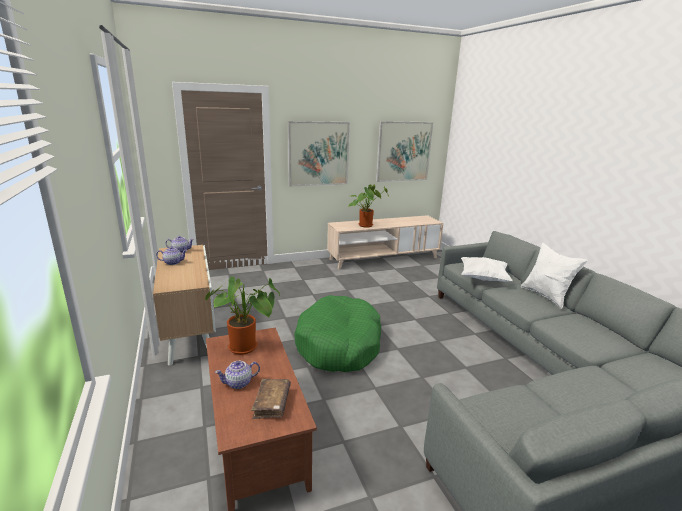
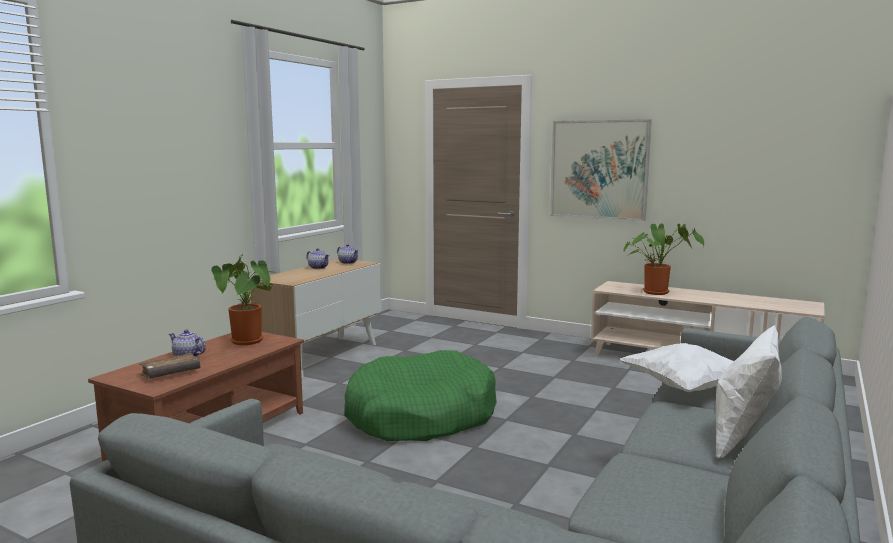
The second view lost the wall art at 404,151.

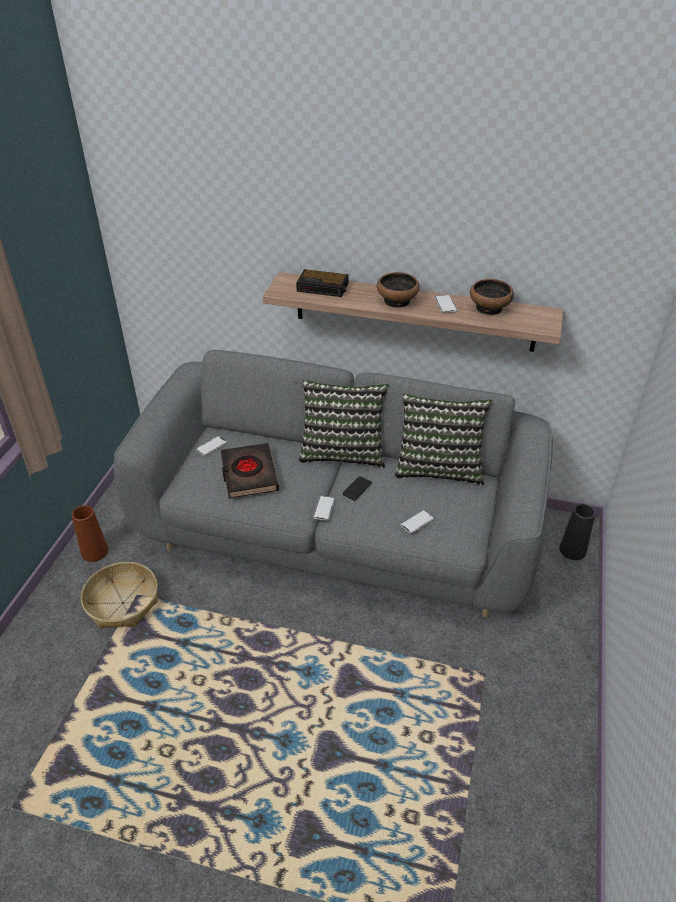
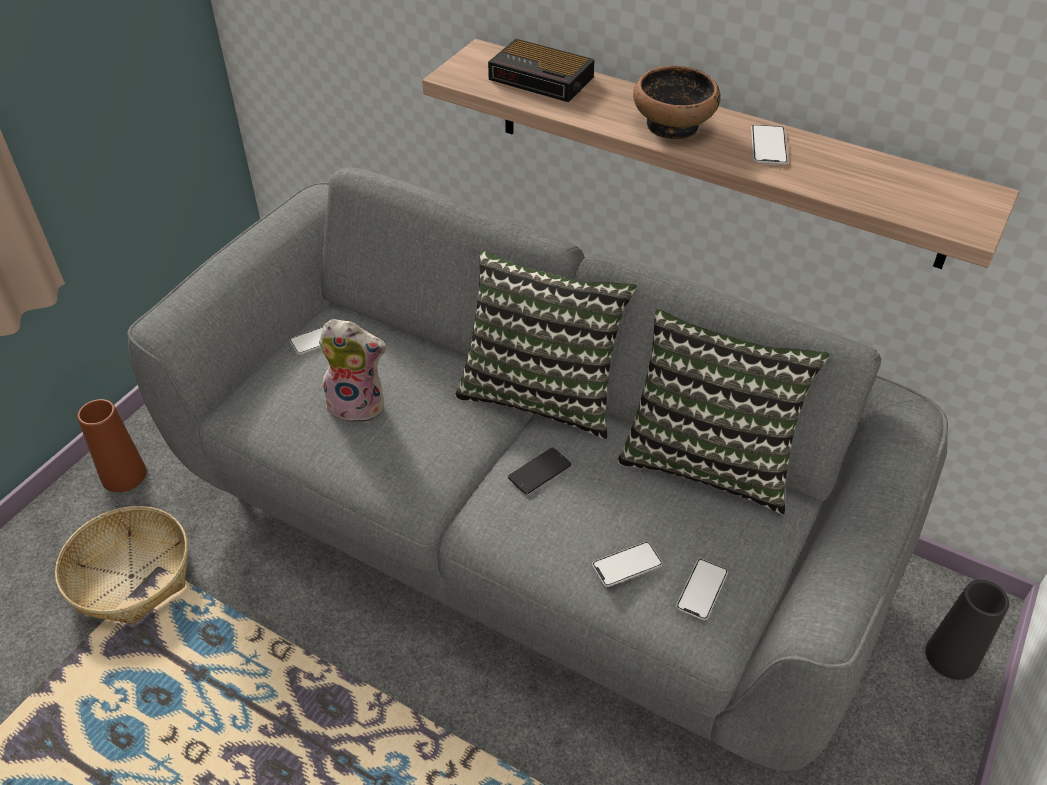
The second view lost the serving bowl at 492,297.
The handset ended up elsewhere, having gone from 324,508 to 702,590.
Where the black book stood at 250,470, the cuddly toy came to stand at 352,371.

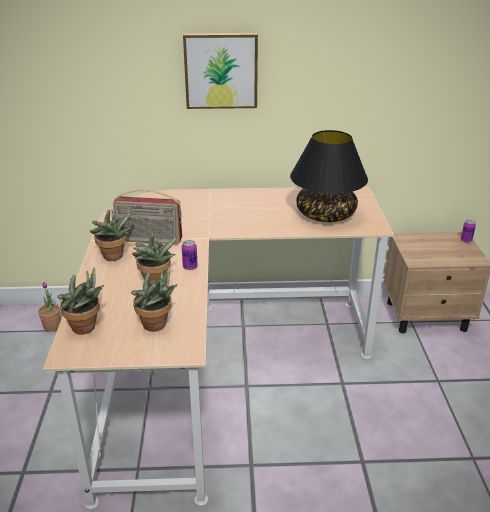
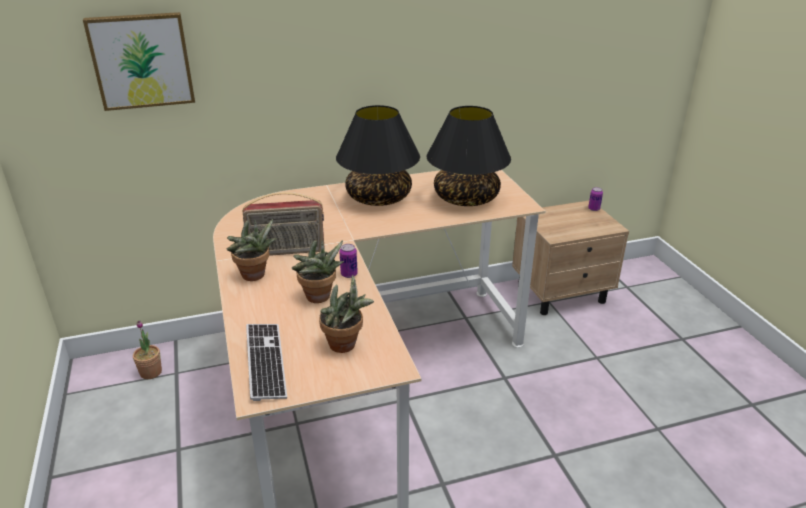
The second view gained the black table lamp at 378,155.
The wall art ended up elsewhere, having gone from 220,71 to 139,61.
Where the houseplant stood at 80,301, the PC keyboard came to stand at 266,362.

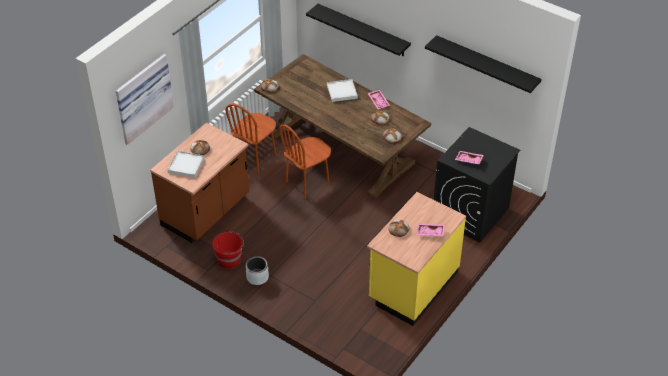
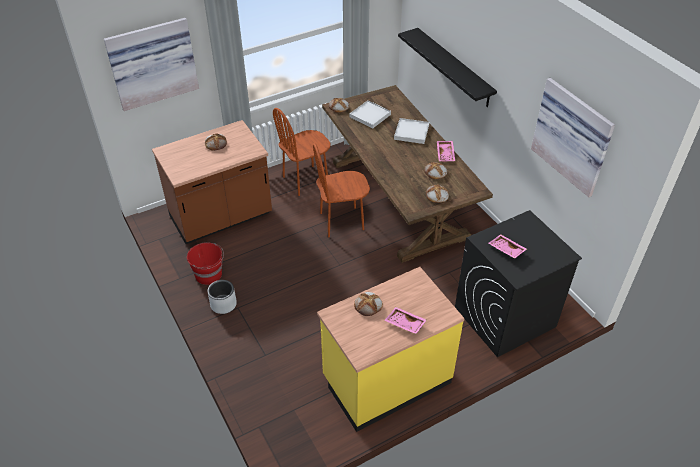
The white-coloured serving tray ended up elsewhere, having gone from 186,164 to 370,114.
Where the black bracket shelf hung at 483,64, the wall art came to hang at 573,137.

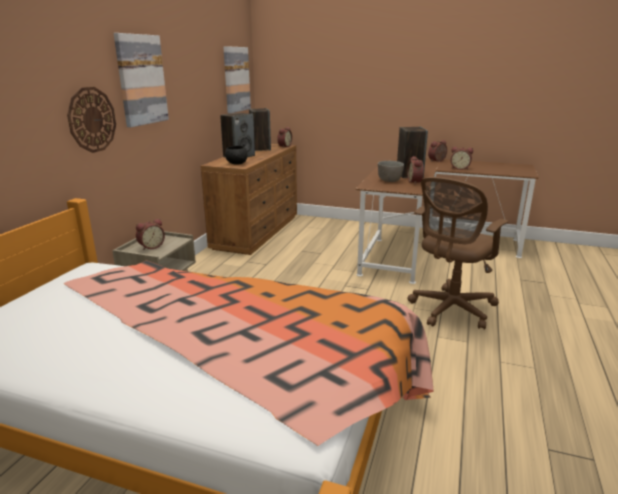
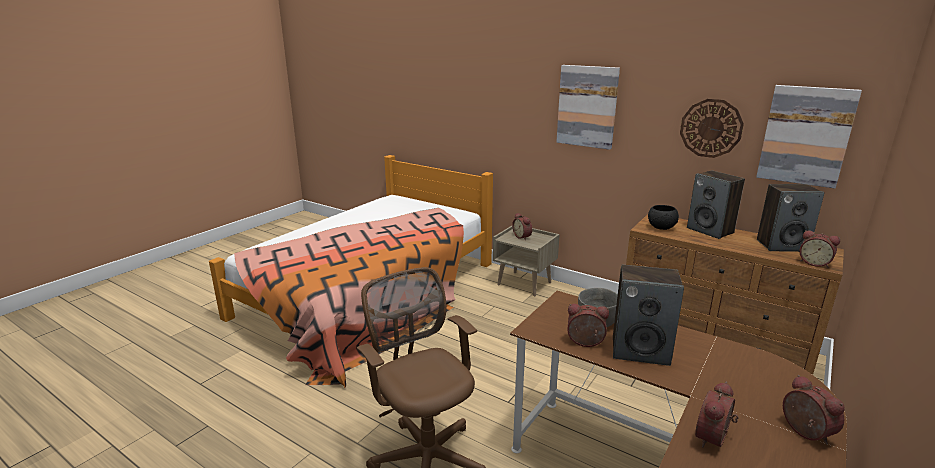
The hanging clock ended up elsewhere, having gone from 91,120 to 712,128.

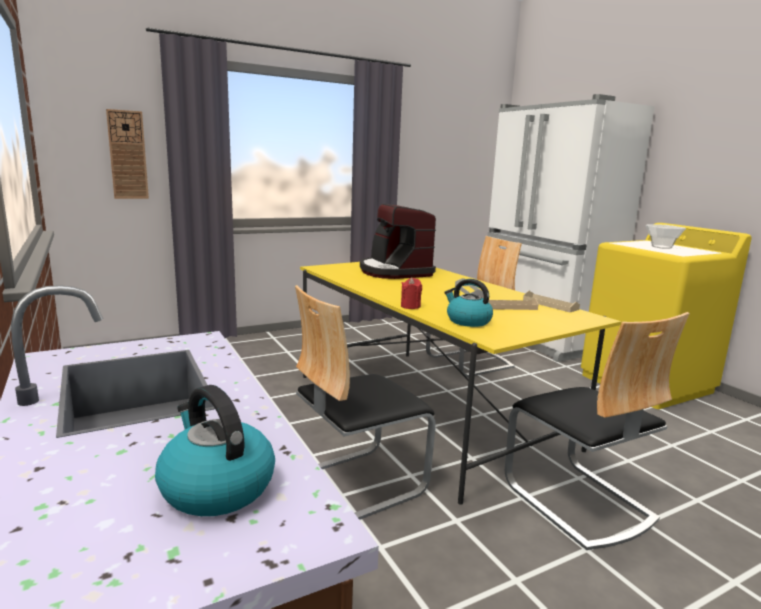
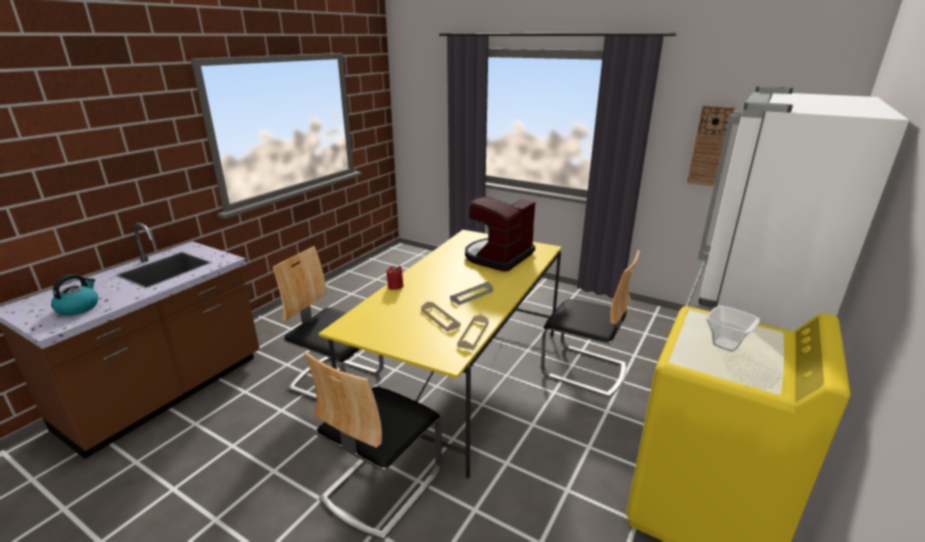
The second view lost the water kettle at 468,303.
The hanging clock ended up elsewhere, having gone from 127,154 to 711,145.

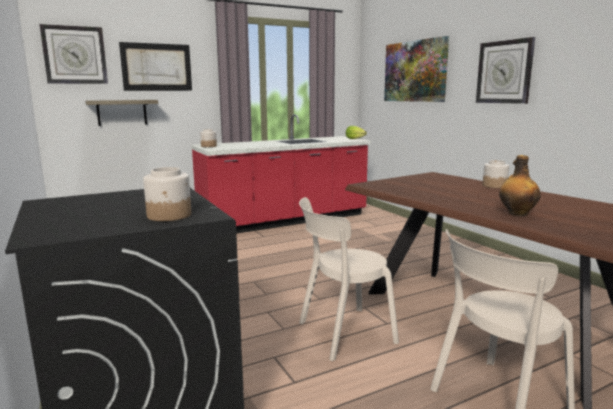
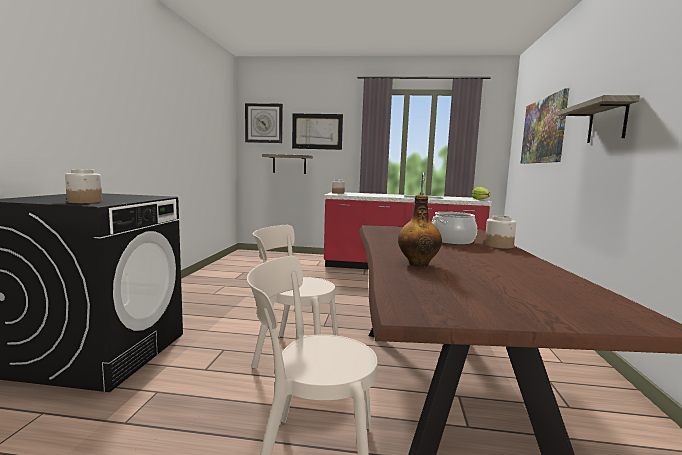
The second view gained the cooking pot at 454,228.
Where the hanging clock hung at 505,70, the bracket shelf came to hang at 599,119.

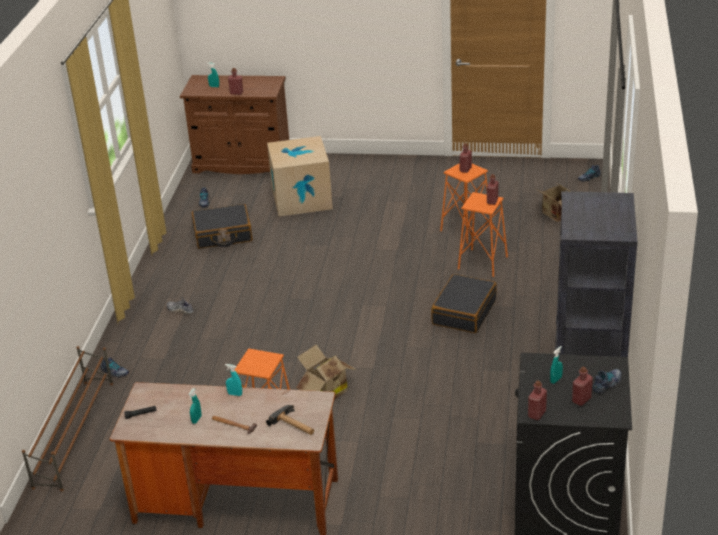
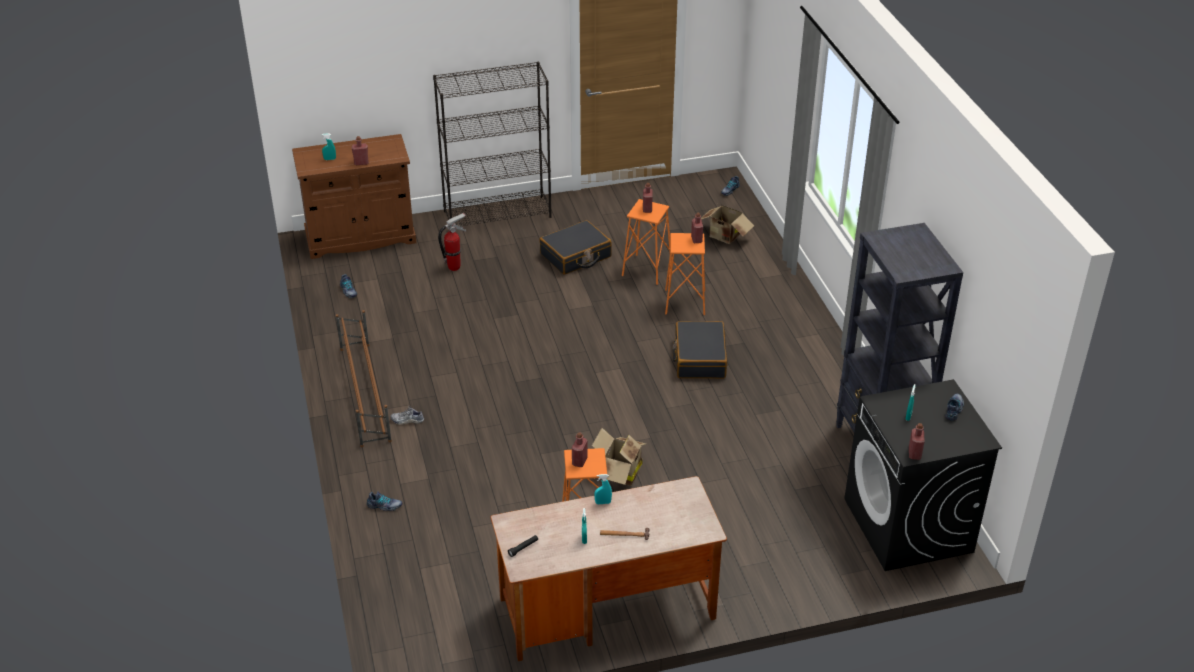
The second view lost the hammer at 290,420.
The second view gained the black shelving unit at 492,144.
The brown shoe stand ended up elsewhere, having gone from 67,418 to 364,378.
The black suitcase ended up elsewhere, having gone from 222,226 to 575,247.
The red-coloured bottle ended up elsewhere, having gone from 582,386 to 580,449.
Where the carton stood at 300,176, the fire extinguisher came to stand at 452,242.

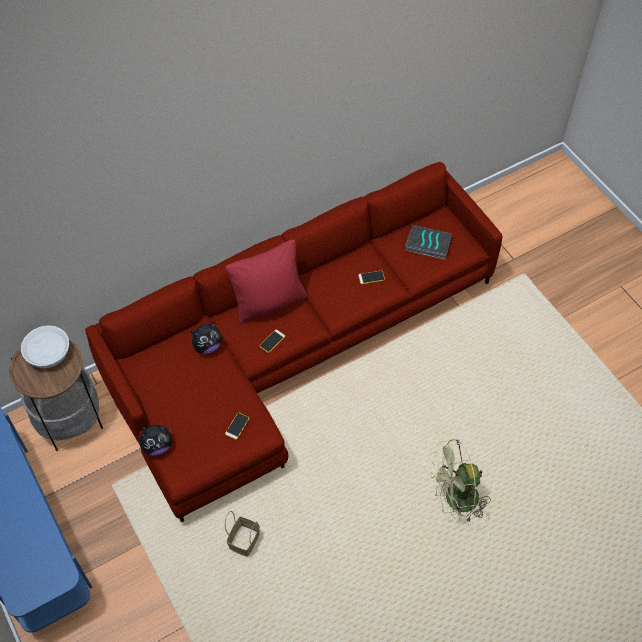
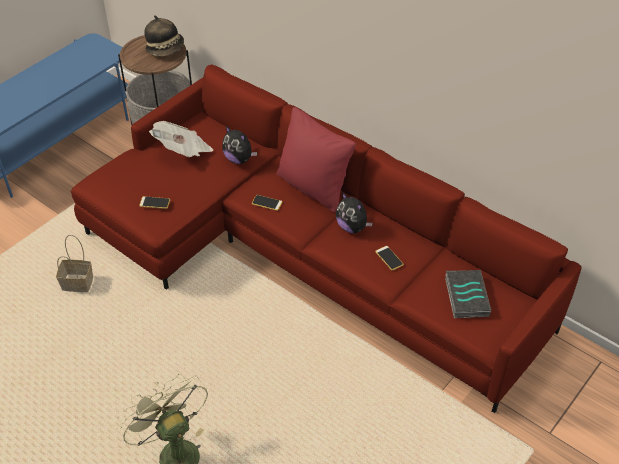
The second view gained the daily paper at 181,139.
The cuddly toy ended up elsewhere, having gone from 156,440 to 354,212.
Where the white-coloured serving bowl stood at 45,346, the wearable hat came to stand at 164,35.

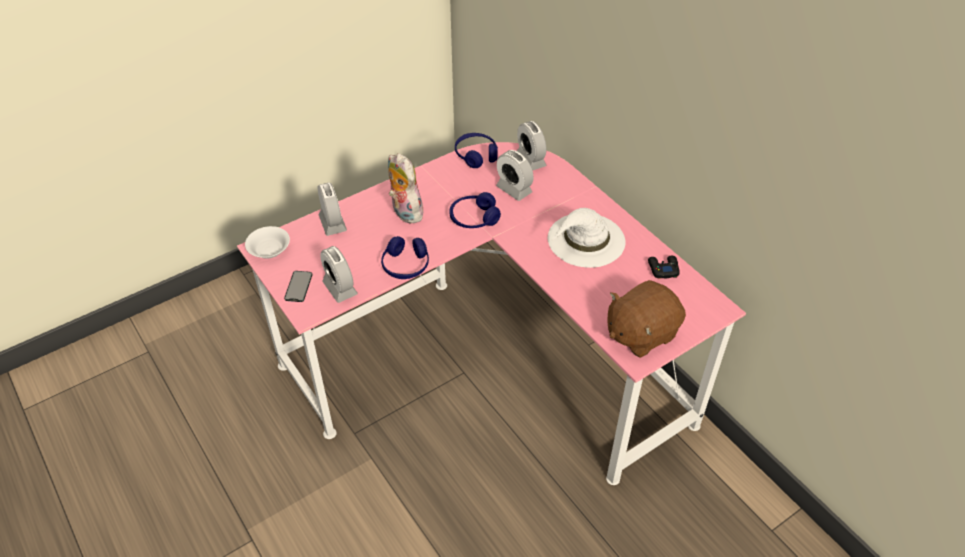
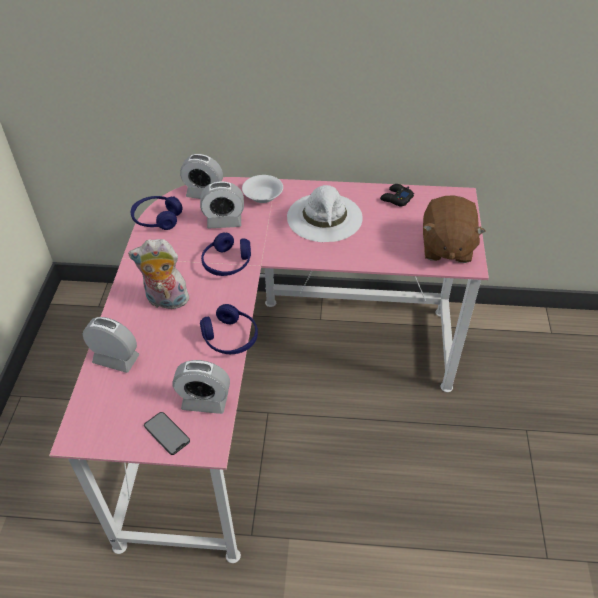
The white-coloured serving bowl ended up elsewhere, having gone from 267,242 to 262,189.

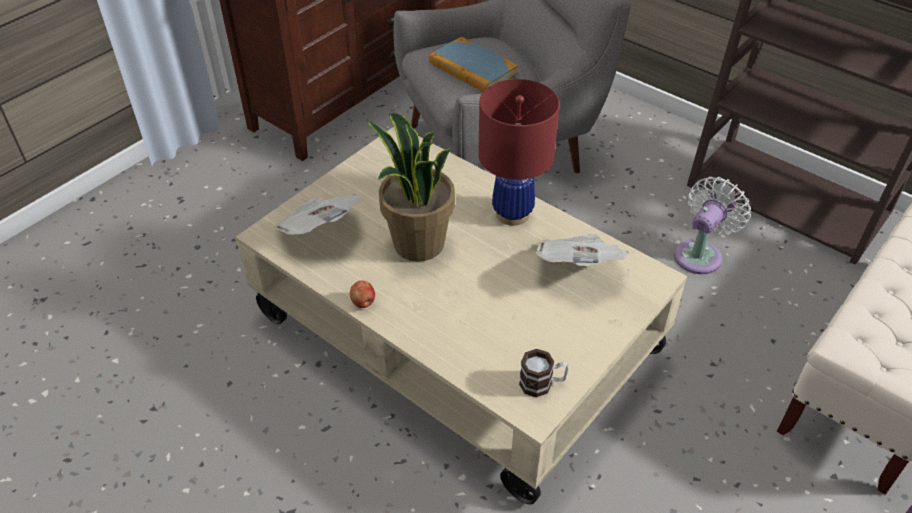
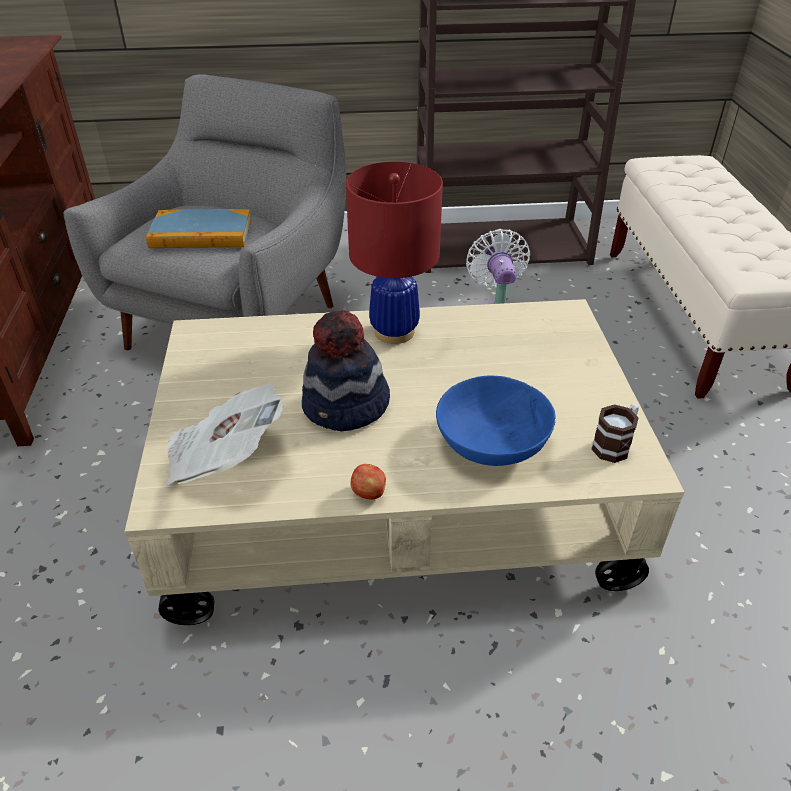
The second view lost the daily paper at 582,250.
The second view gained the blue serving bowl at 496,421.
Where the houseplant stood at 410,187, the wearable hat came to stand at 346,370.

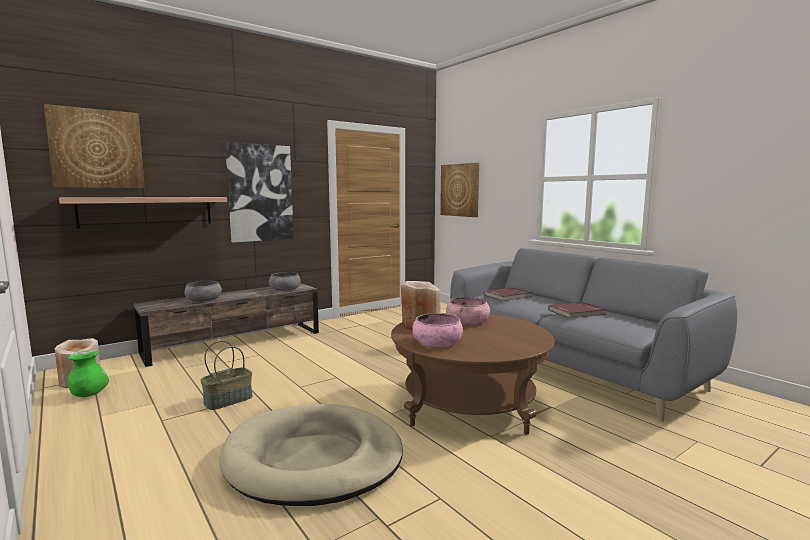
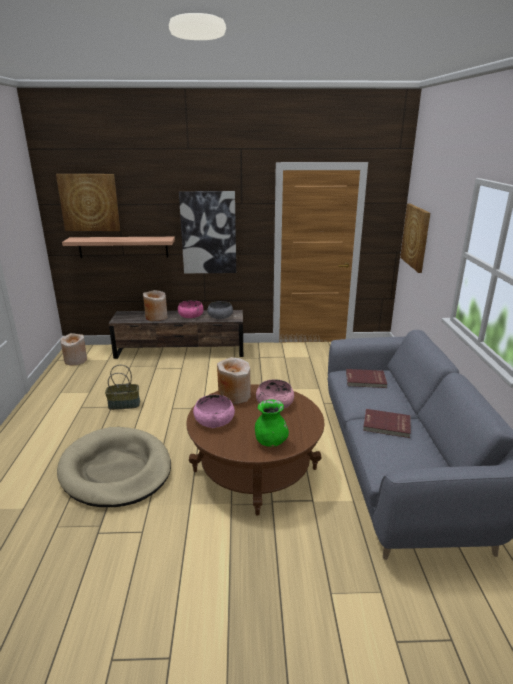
The second view gained the pinkish serving bowl at 191,309.
The green vase ended up elsewhere, having gone from 88,373 to 272,423.
Where the greyish serving bowl stood at 203,291, the sand-coloured vase came to stand at 155,305.

